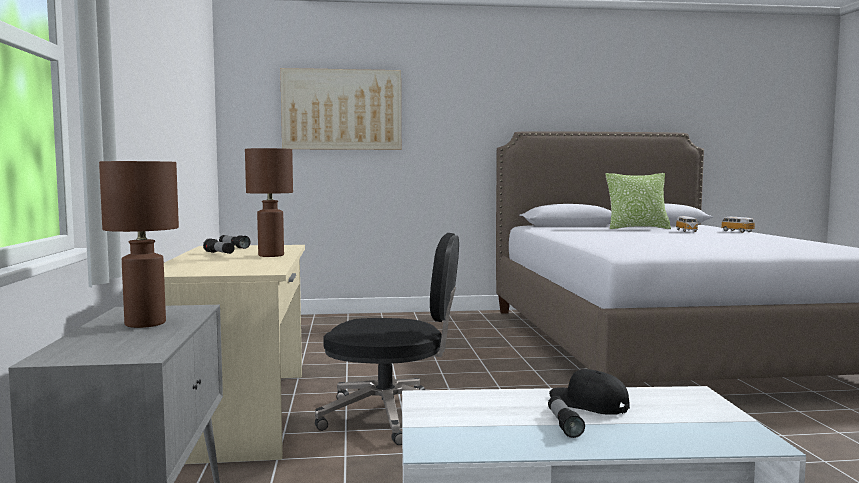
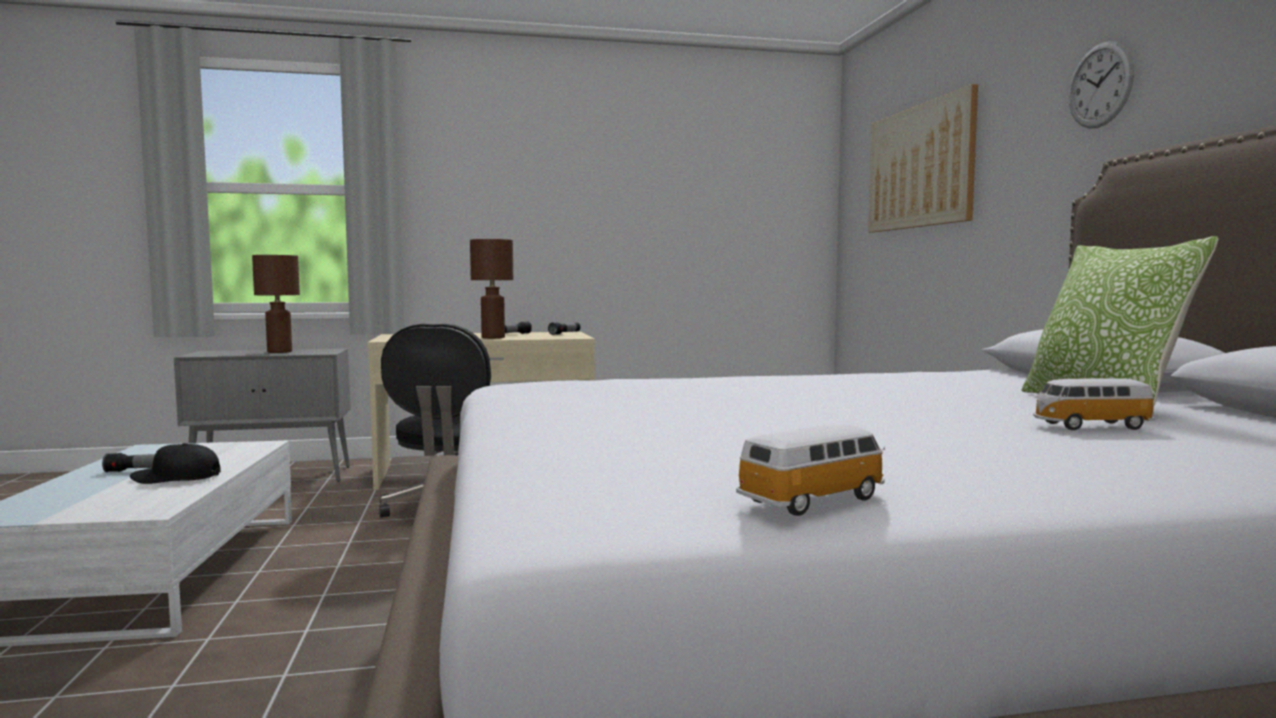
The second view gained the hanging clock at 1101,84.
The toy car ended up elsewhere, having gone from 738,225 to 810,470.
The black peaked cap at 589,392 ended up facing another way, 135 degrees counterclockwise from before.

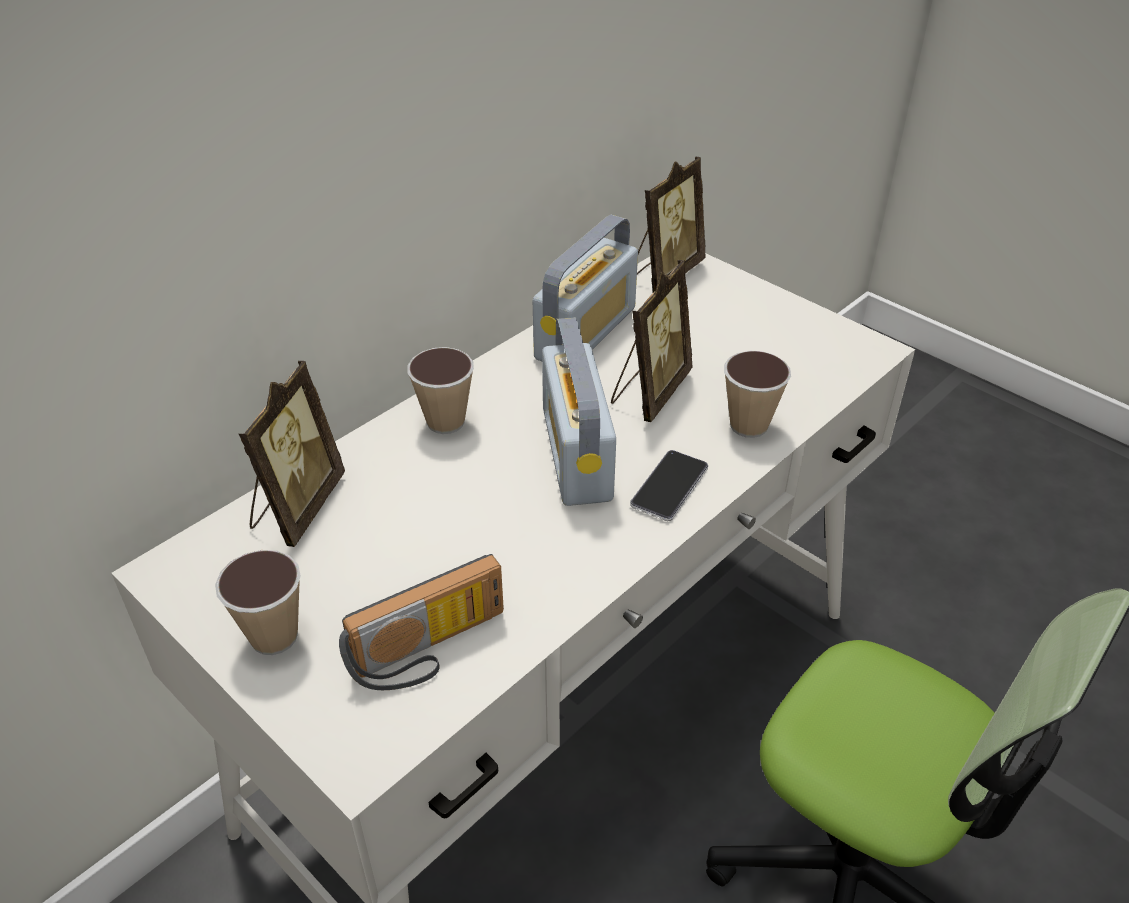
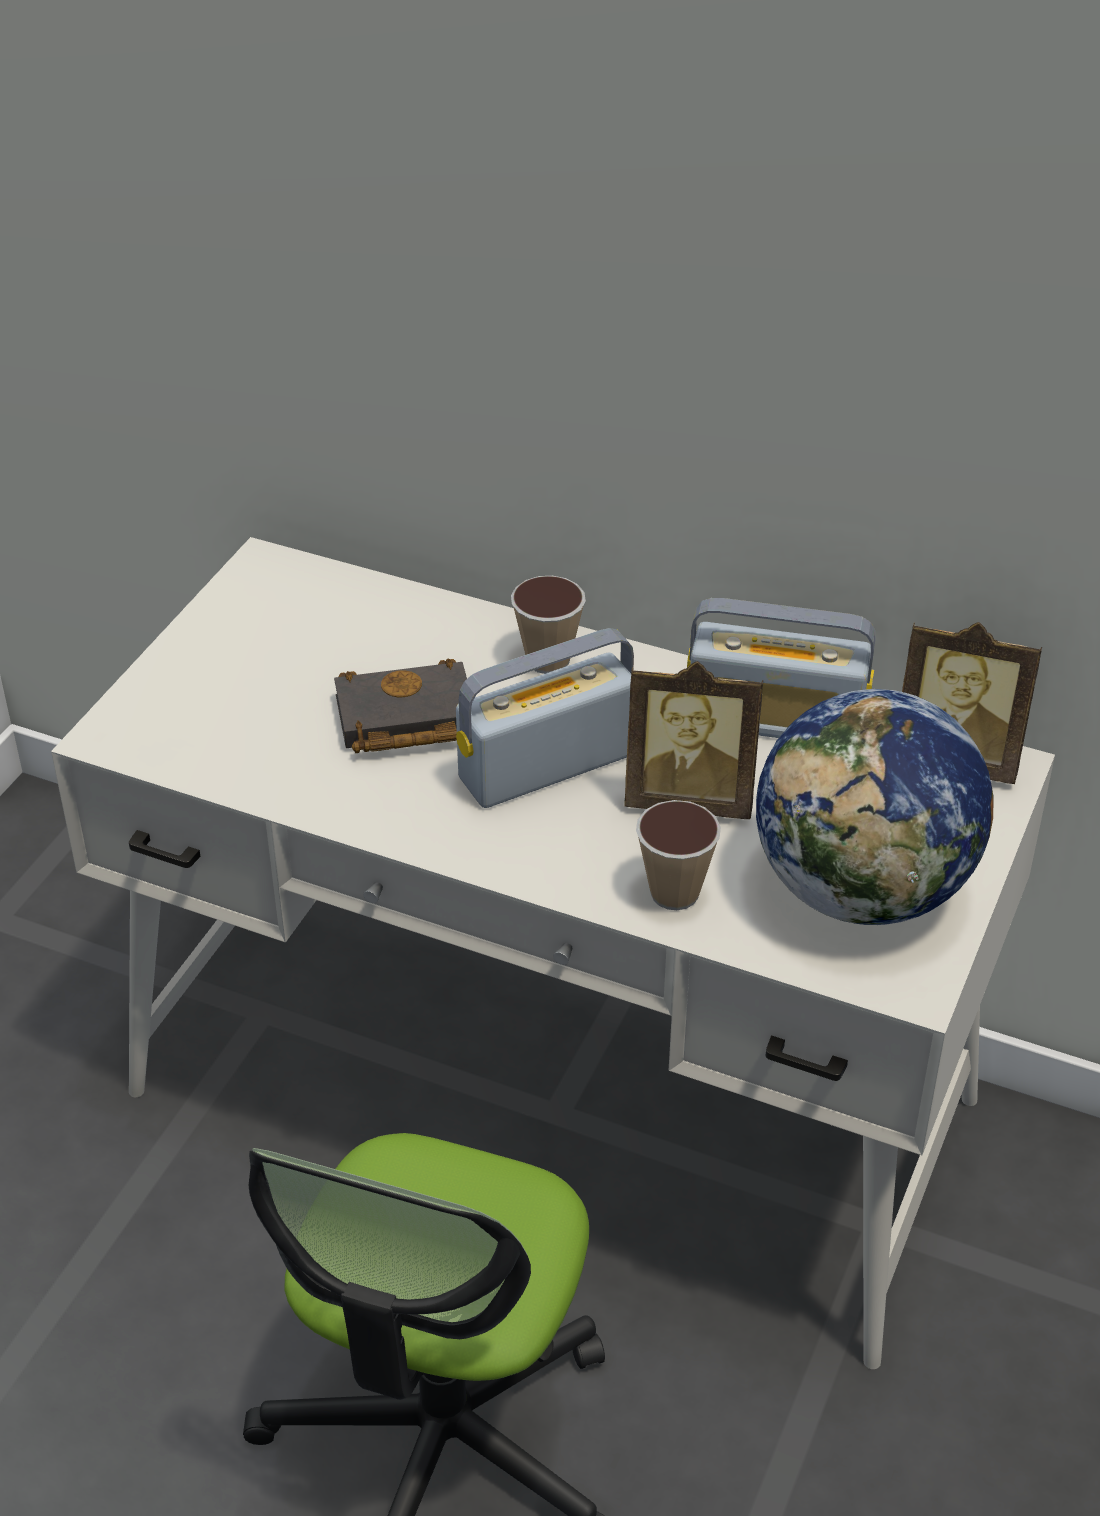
The second view lost the small cup at 258,602.
The second view lost the picture frame at 292,454.
The second view lost the radio receiver at 421,622.
The second view lost the handset at 669,485.
The second view gained the black book at 400,706.
The second view gained the globe at 874,807.

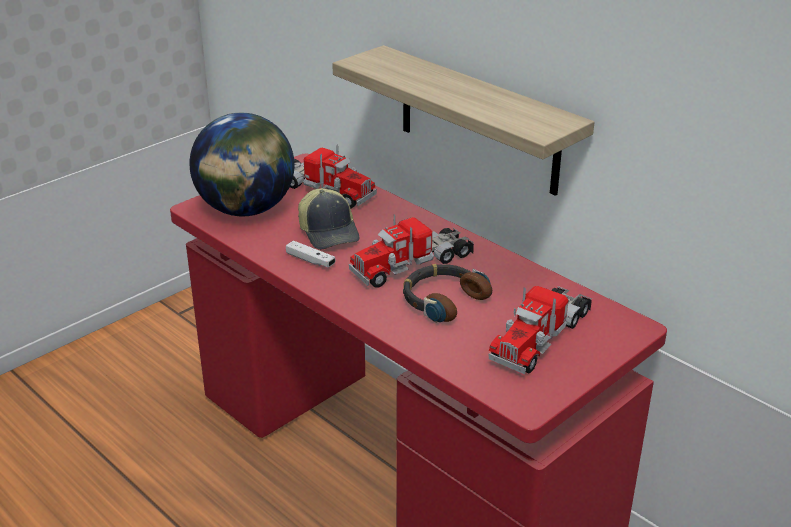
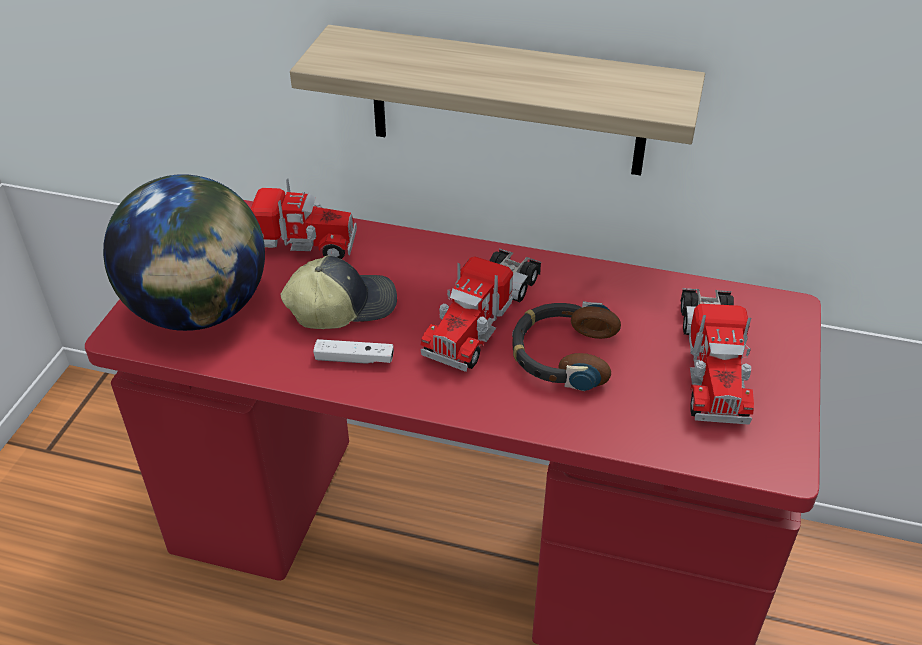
The peaked cap at 329,219 ended up facing another way, 60 degrees counterclockwise from before.

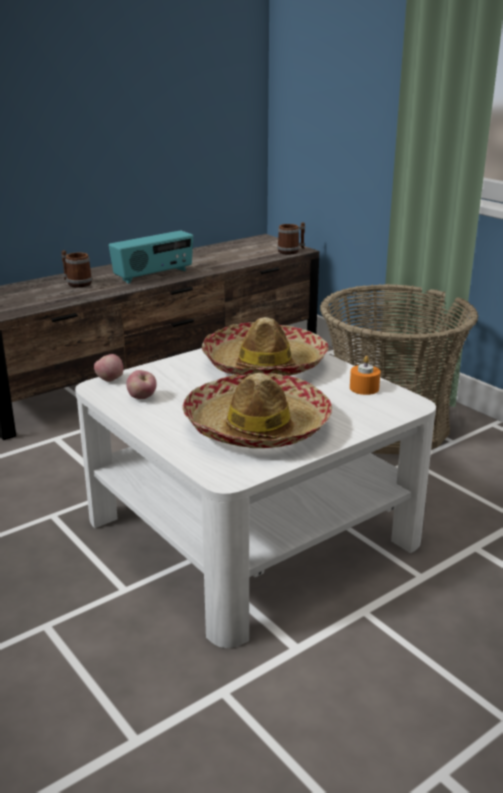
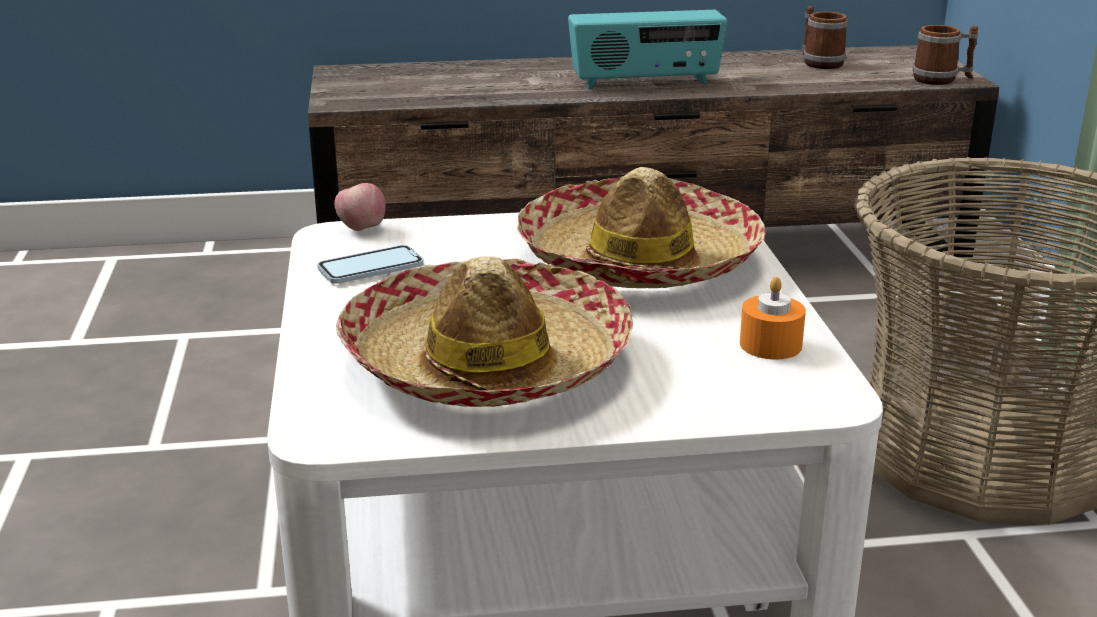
The coffee mug ended up elsewhere, having gone from 76,268 to 825,37.
Where the whole apple stood at 141,384, the handset came to stand at 370,264.

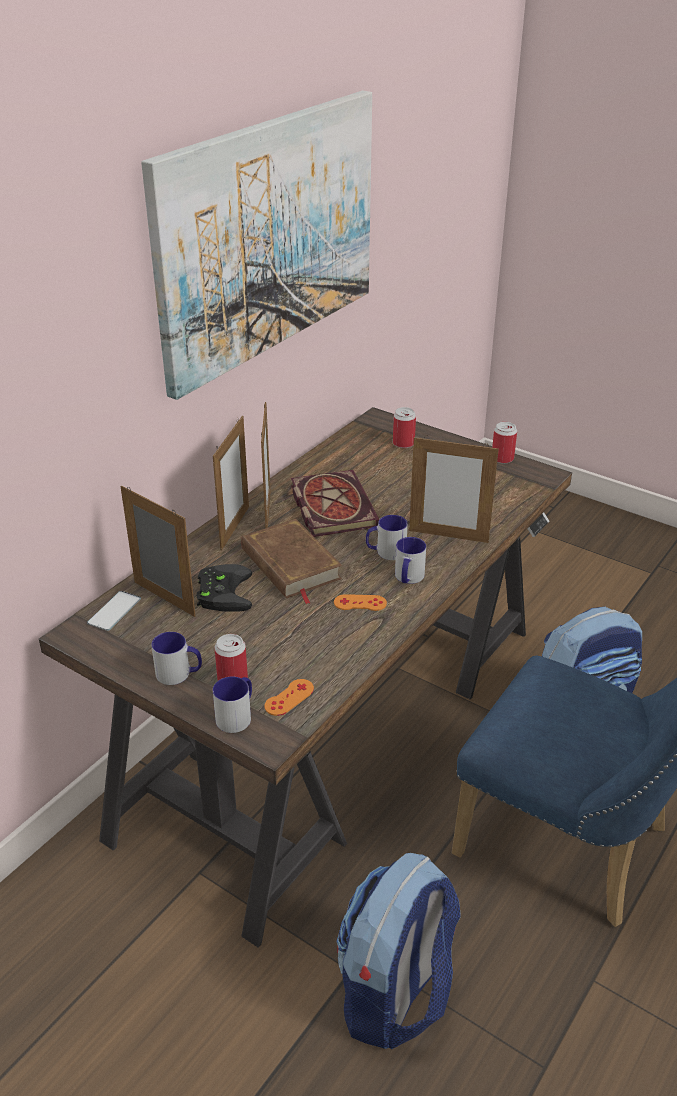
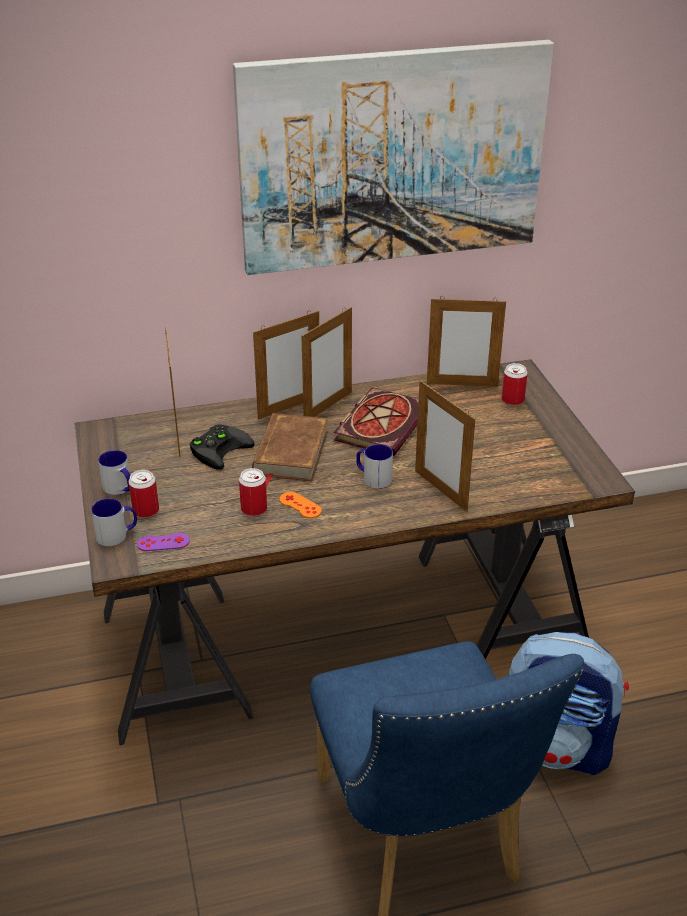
The second view lost the handset at 114,611.
The second view lost the rucksack at 399,951.
The second view lost the coffee mug at 410,560.
The second view gained the picture frame at 466,341.
The can ended up elsewhere, having gone from 504,443 to 253,492.
What was the orange-coloured joypad at 289,697 turned into the purplish joypad at 163,542.

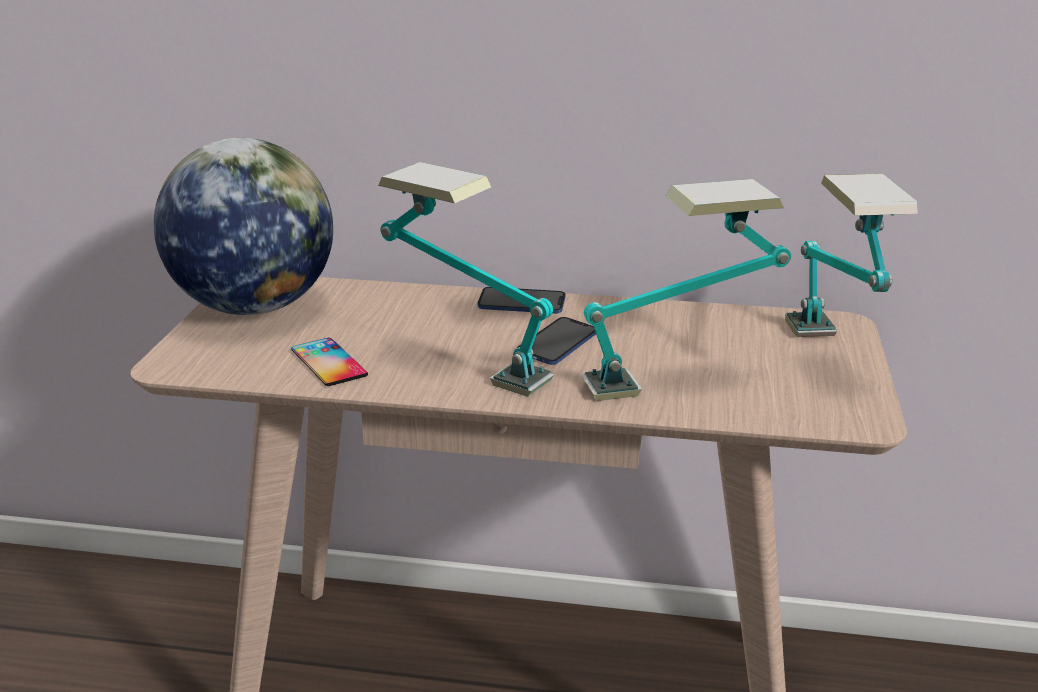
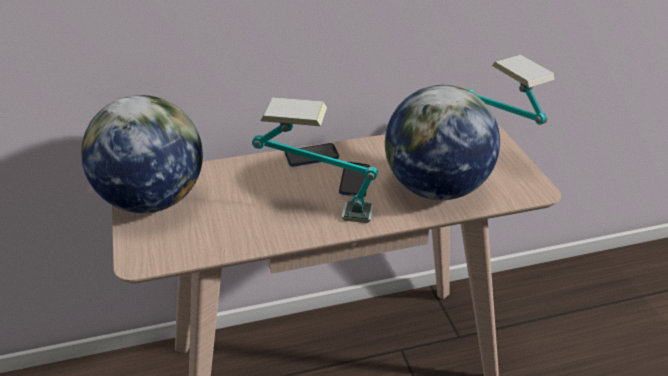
The second view lost the handset at 329,362.
Where the table lamp stood at 686,290, the globe came to stand at 442,142.

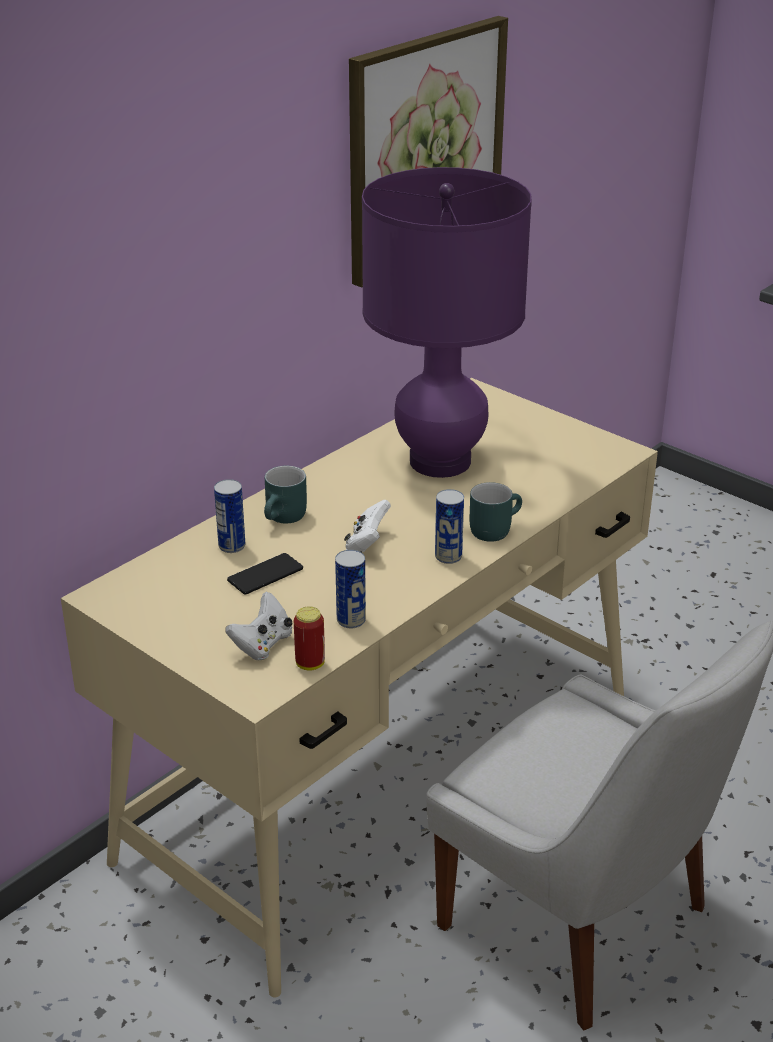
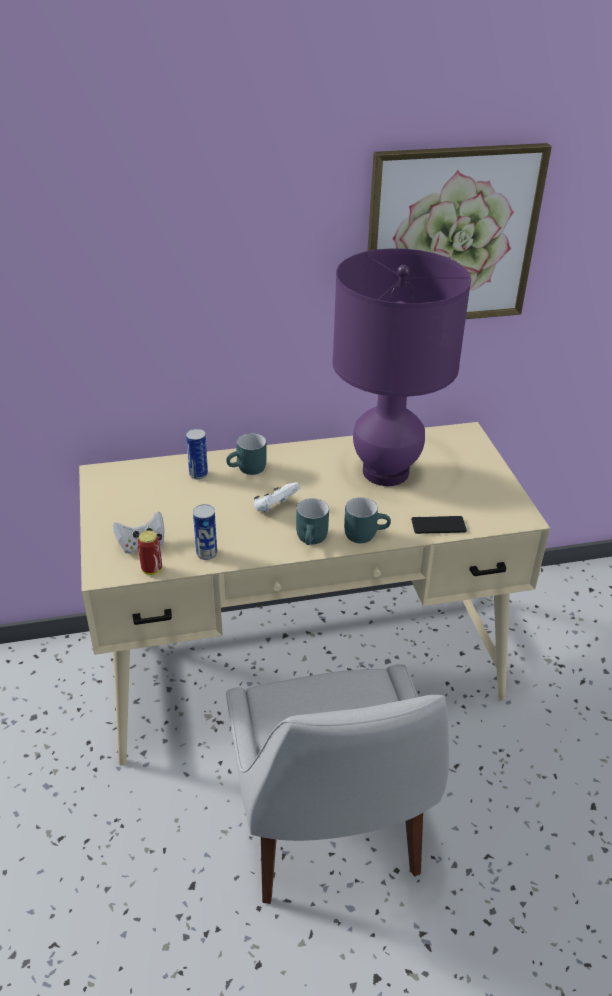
The handset ended up elsewhere, having gone from 265,573 to 439,525.
Where the can stood at 449,526, the blue-green coffee mug came to stand at 312,521.

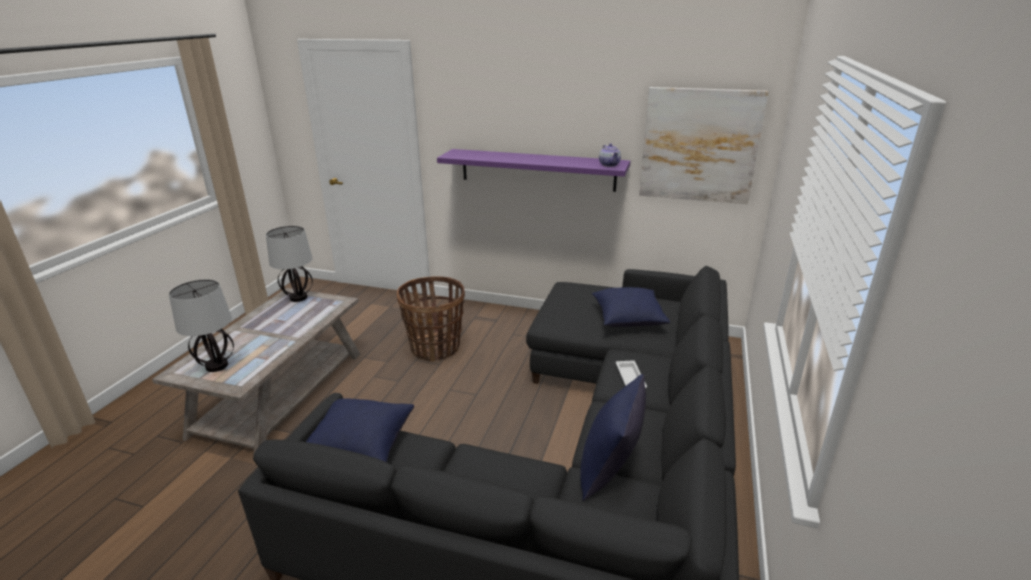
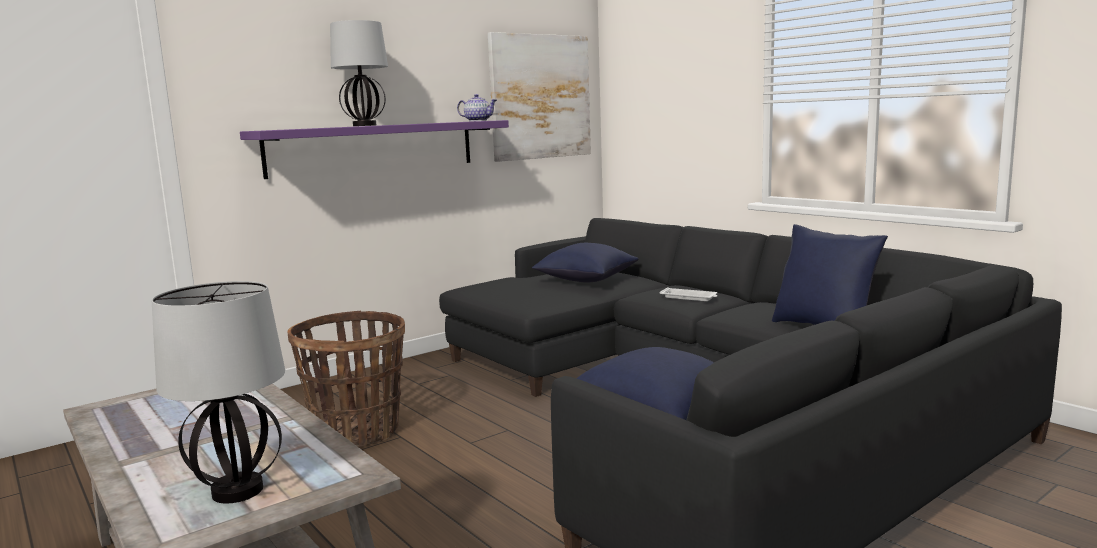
The table lamp ended up elsewhere, having gone from 289,264 to 359,73.

